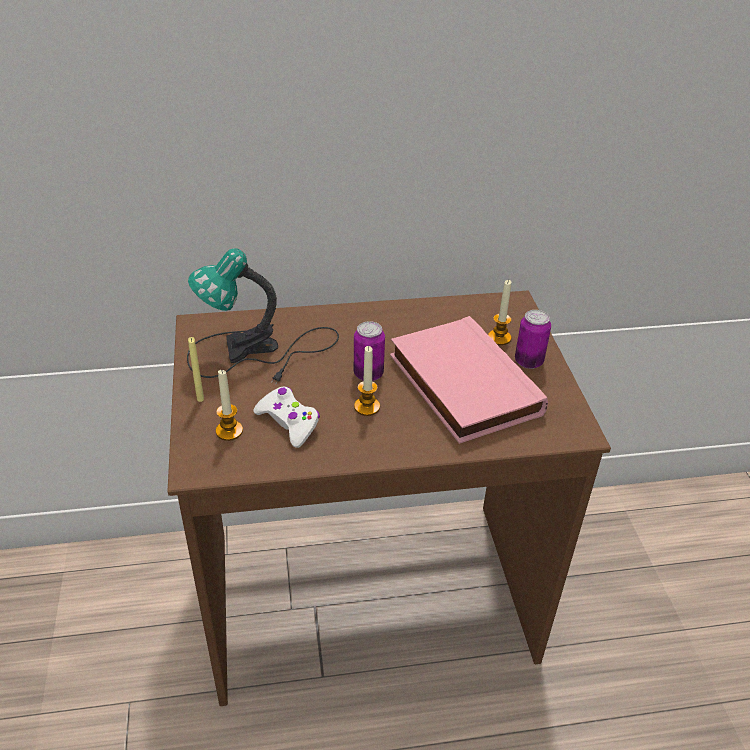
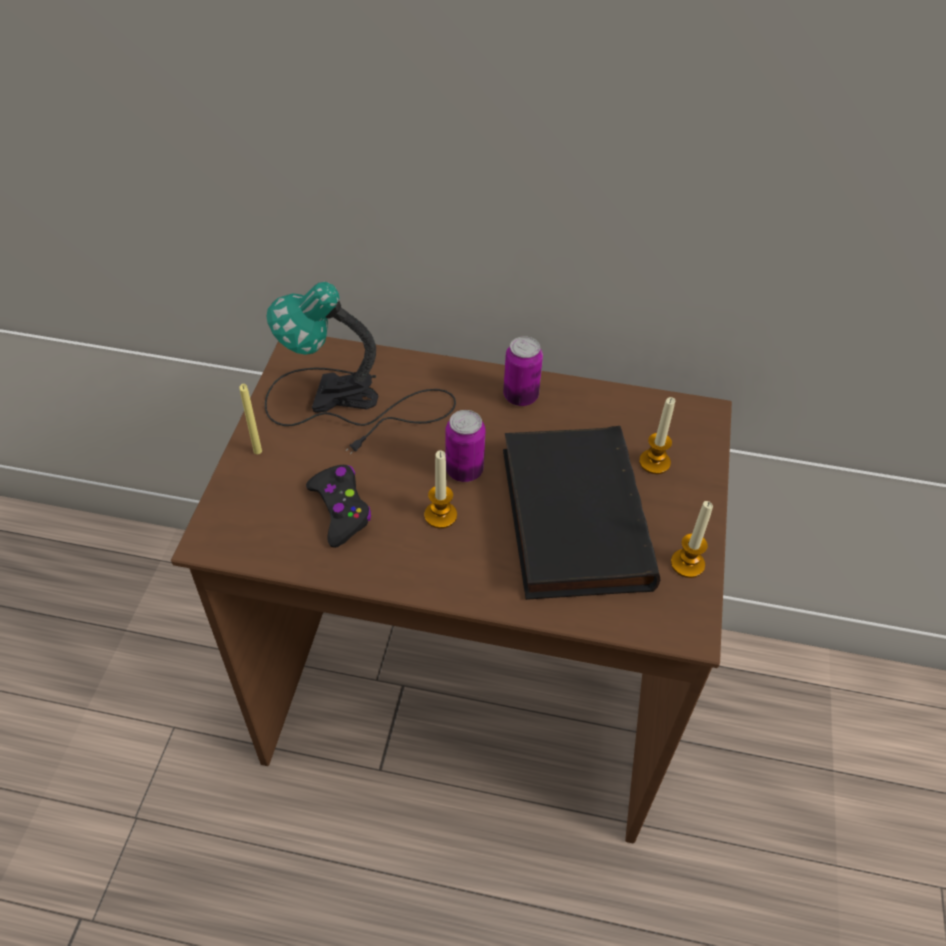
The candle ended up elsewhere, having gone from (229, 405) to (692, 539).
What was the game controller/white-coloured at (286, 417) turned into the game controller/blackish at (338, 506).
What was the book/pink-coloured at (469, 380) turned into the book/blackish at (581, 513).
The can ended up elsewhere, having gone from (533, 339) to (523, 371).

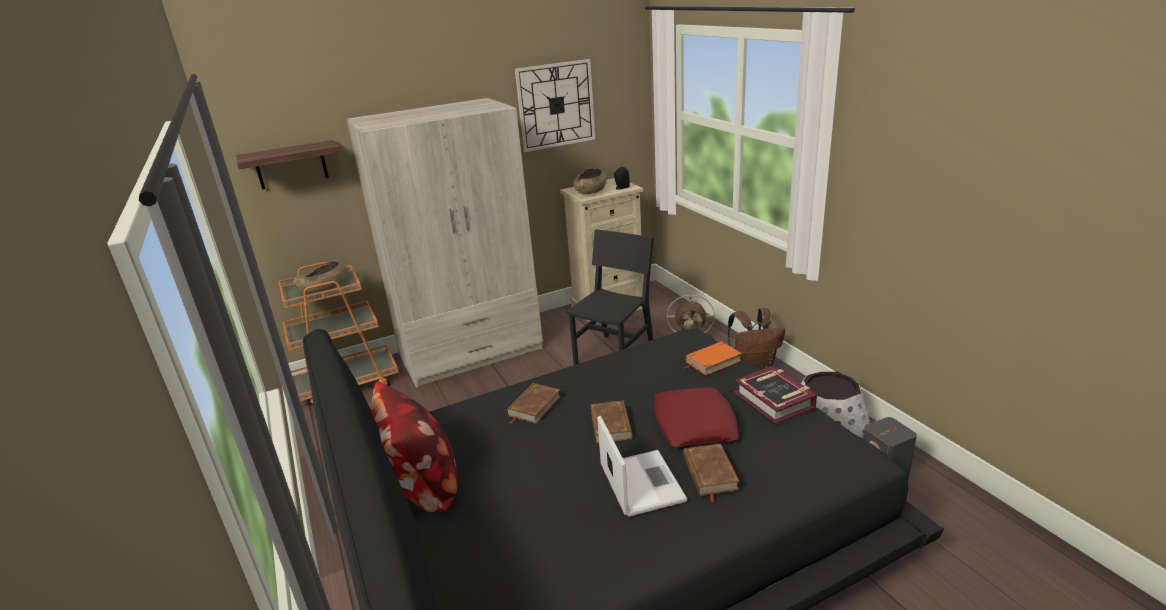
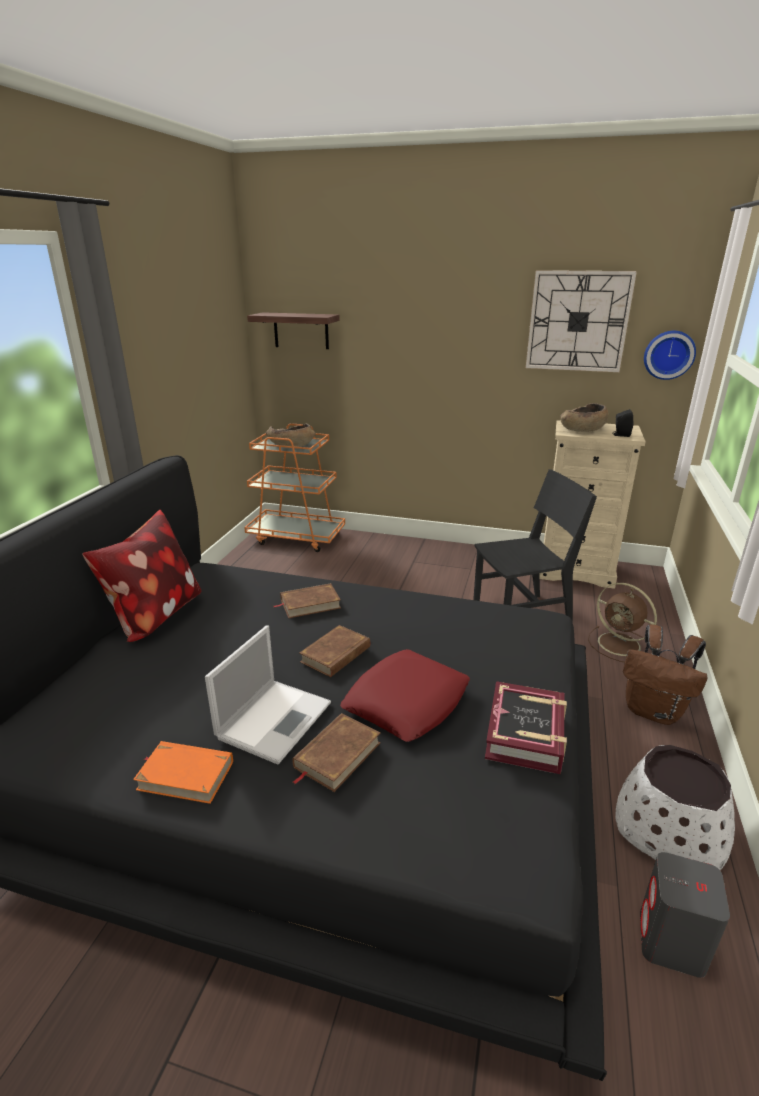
The second view lost the clothes cupboard/sand-coloured at (445, 243).
The book/orangey ended up elsewhere, having gone from (712, 358) to (183, 772).
The second view gained the wall clock at (670, 355).

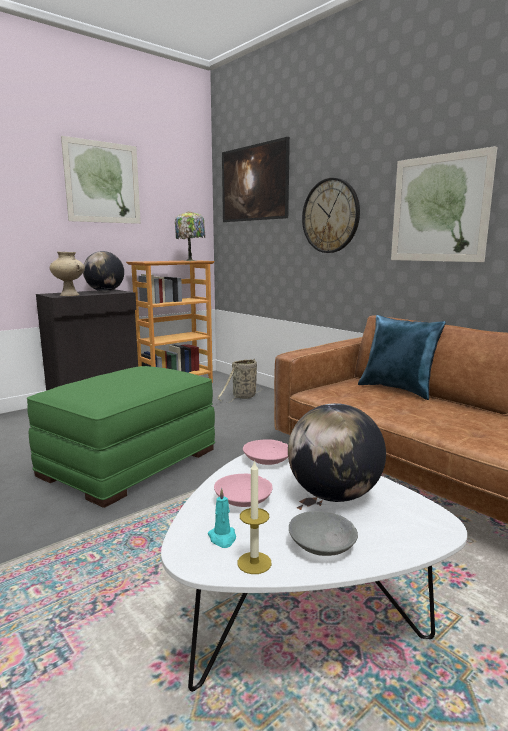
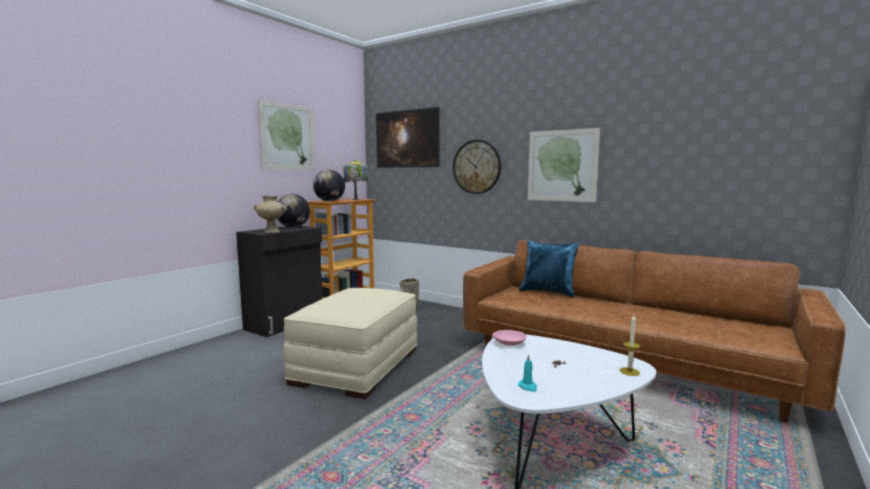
What was the pouffe/green-coloured at (121, 437) turned into the pouffe/sand-coloured at (350, 343).
The second view lost the deep dish/pink-coloured at (243, 490).
The candle ended up elsewhere, having gone from (255, 517) to (630, 345).
The globe ended up elsewhere, having gone from (337, 452) to (329, 185).
The second view lost the deep dish/grey at (323, 533).

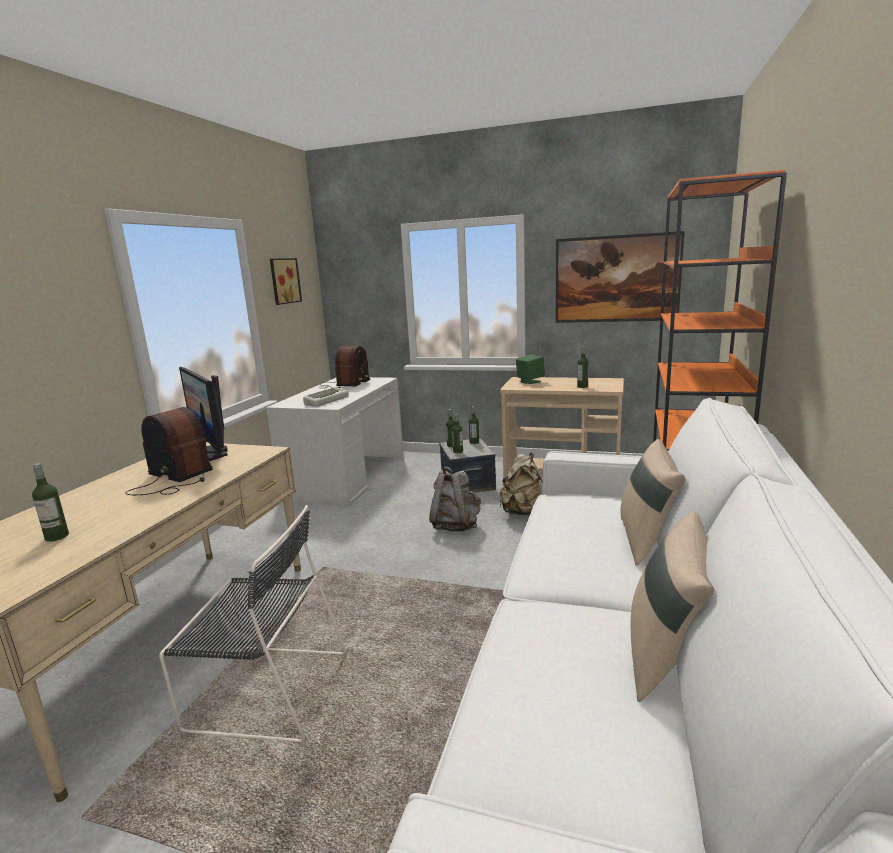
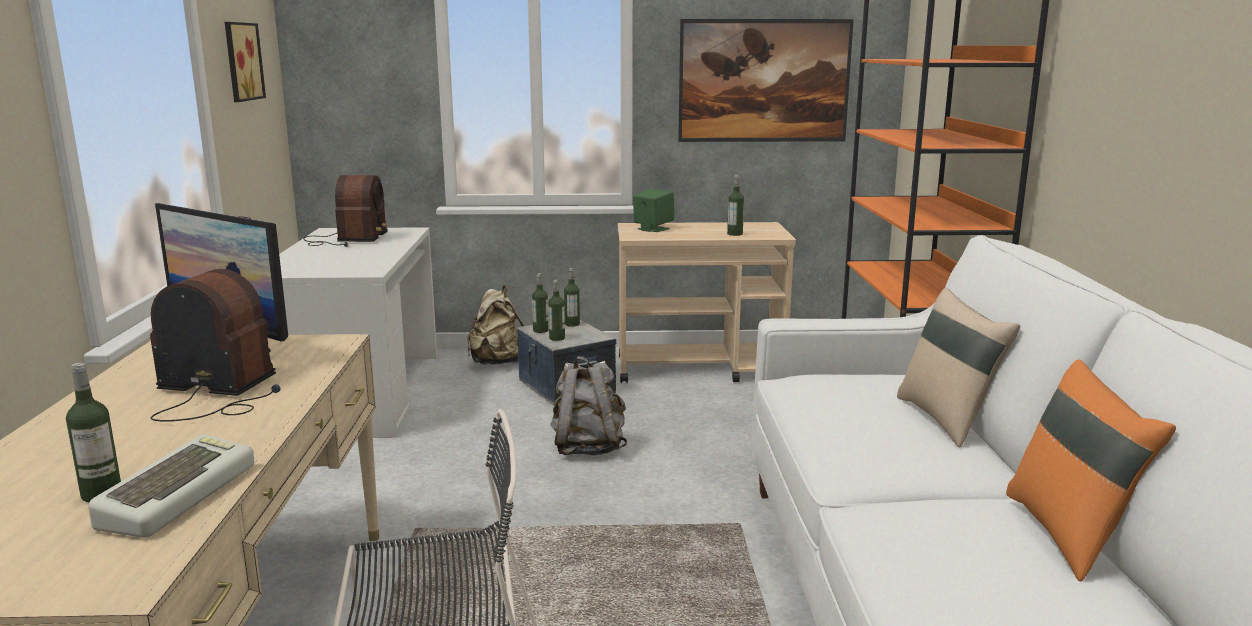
The keyboard ended up elsewhere, having gone from (326, 397) to (171, 486).
The knapsack/sand-coloured ended up elsewhere, having gone from (521, 484) to (495, 325).
What was the cushion/sand-coloured at (673, 607) turned into the cushion/orangey at (1091, 470).

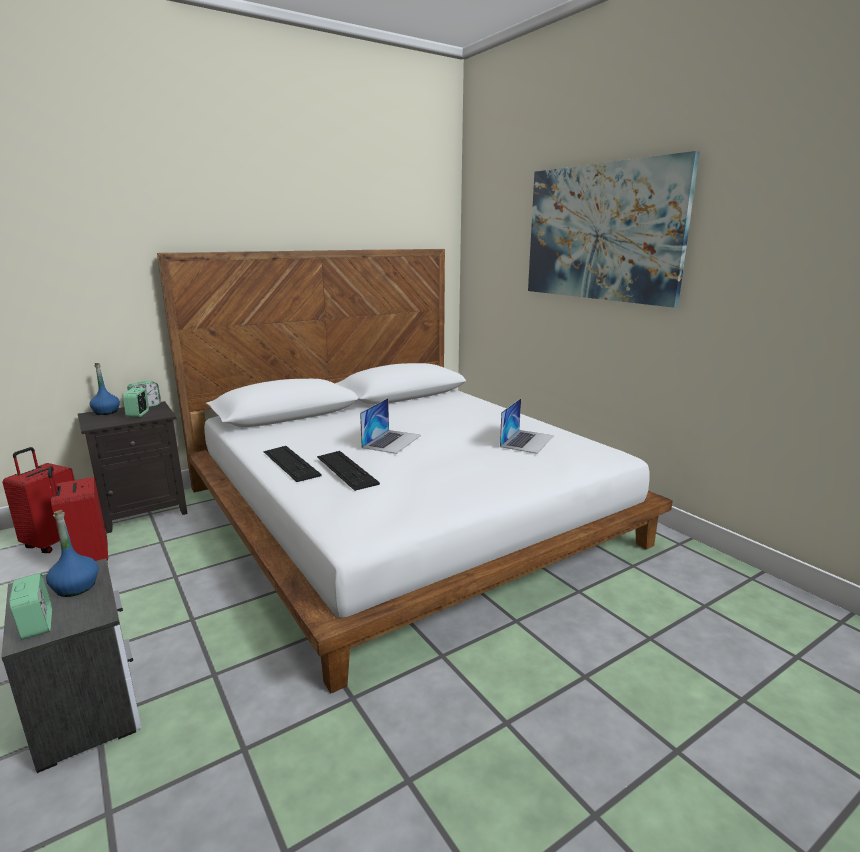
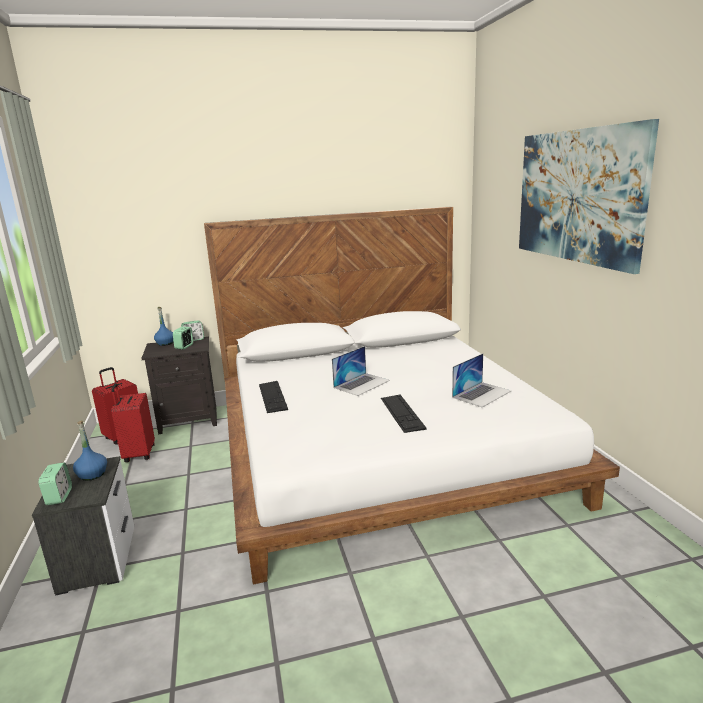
The keyboard ended up elsewhere, having gone from (348, 471) to (404, 414).

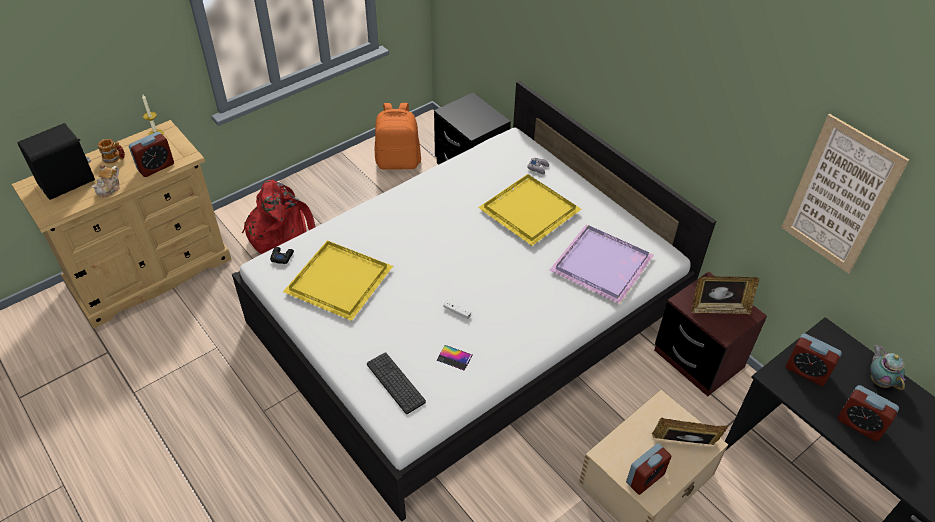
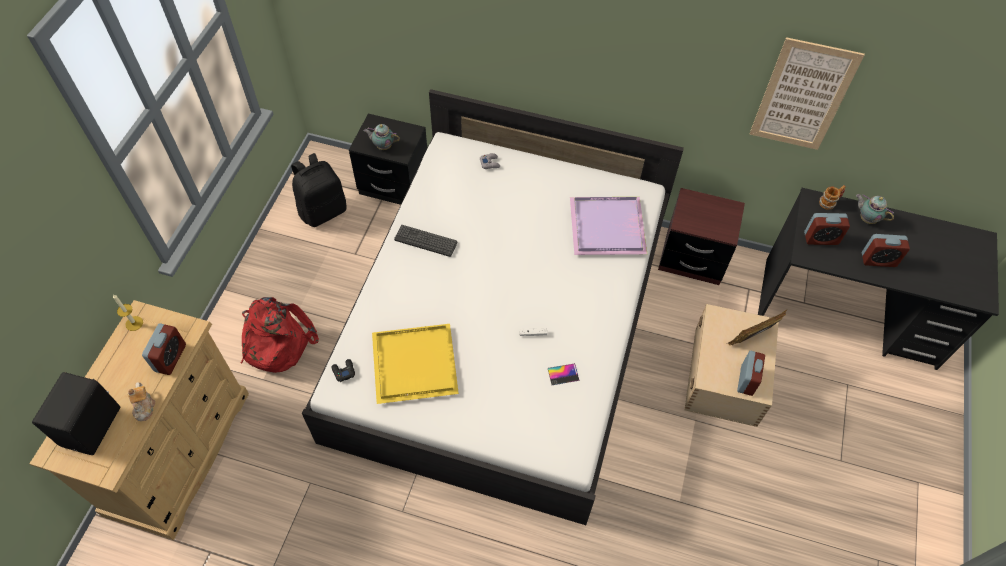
The mug ended up elsewhere, having gone from (111, 151) to (832, 197).
The keyboard ended up elsewhere, having gone from (396, 383) to (425, 241).
What was the knapsack/orangey at (398, 136) turned into the knapsack/blackish at (319, 190).
The second view lost the carrying tray/yellow at (529, 210).
The second view lost the photo frame at (725, 295).
The second view gained the teapot at (382, 137).

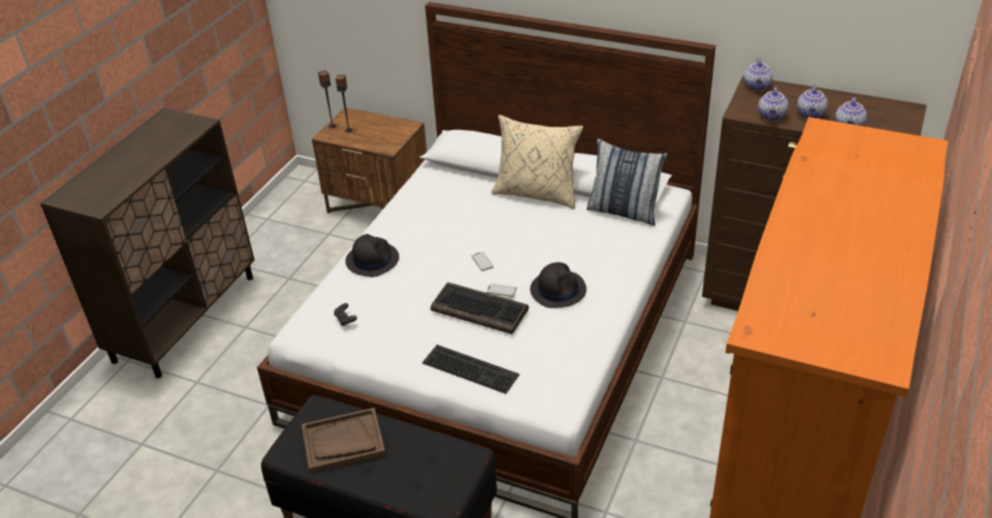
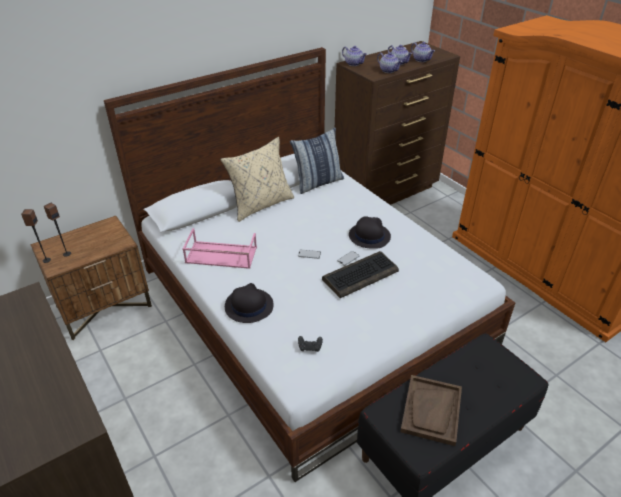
The second view lost the keyboard at (471, 369).
The second view gained the carrying tray/pink-coloured at (219, 248).

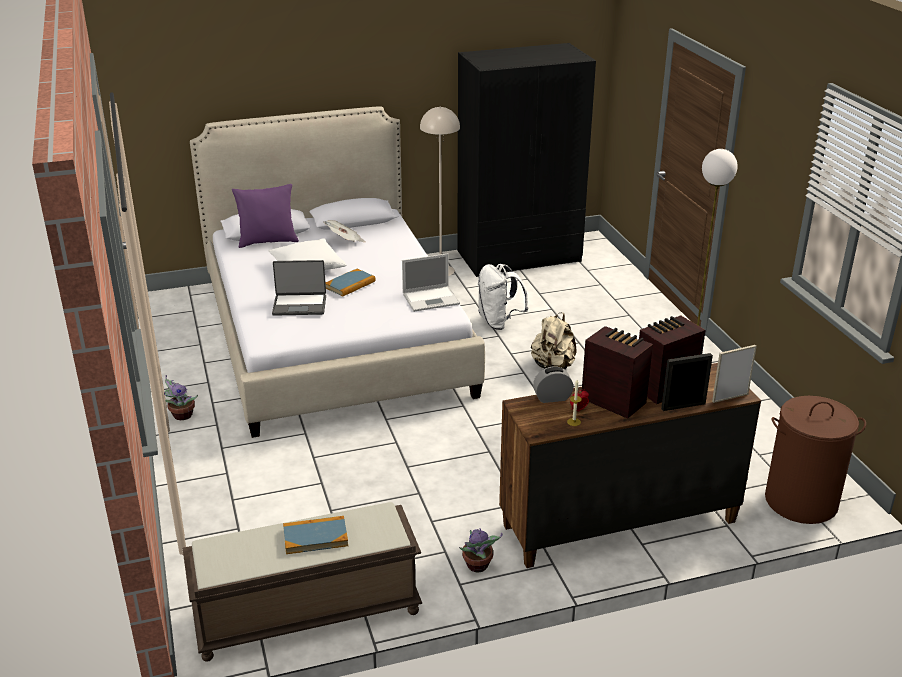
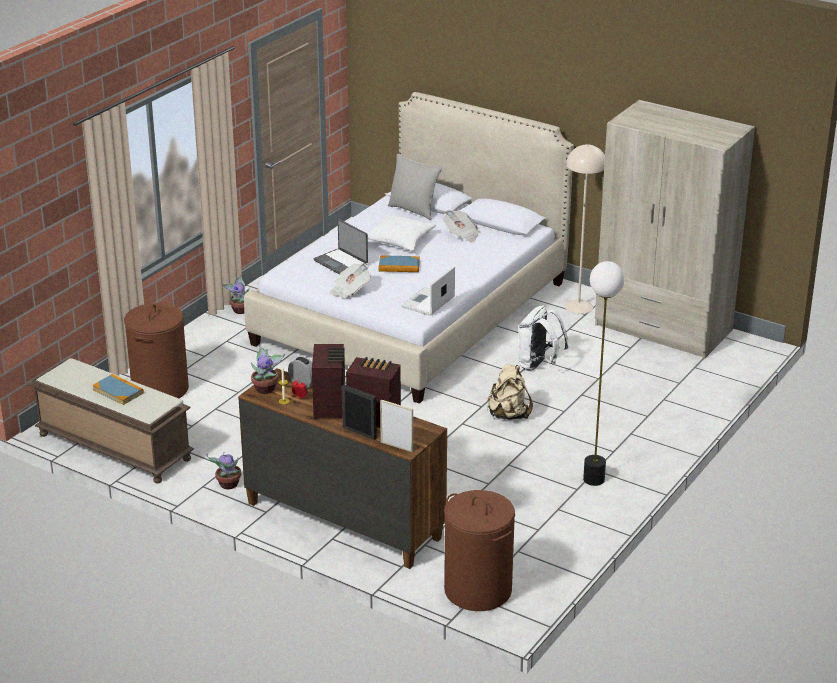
What was the cushion/purple at (265, 216) turned into the cushion/grey at (415, 187).
The portable computer at (431, 282) ended up facing another way, 90 degrees clockwise from before.
What was the clothes cupboard/blackish at (526, 160) turned into the clothes cupboard/sand-coloured at (675, 229).
The second view gained the hamper/brown-coloured at (156, 350).
The second view gained the plant in a pot at (268, 369).
The second view gained the daily paper at (350, 280).

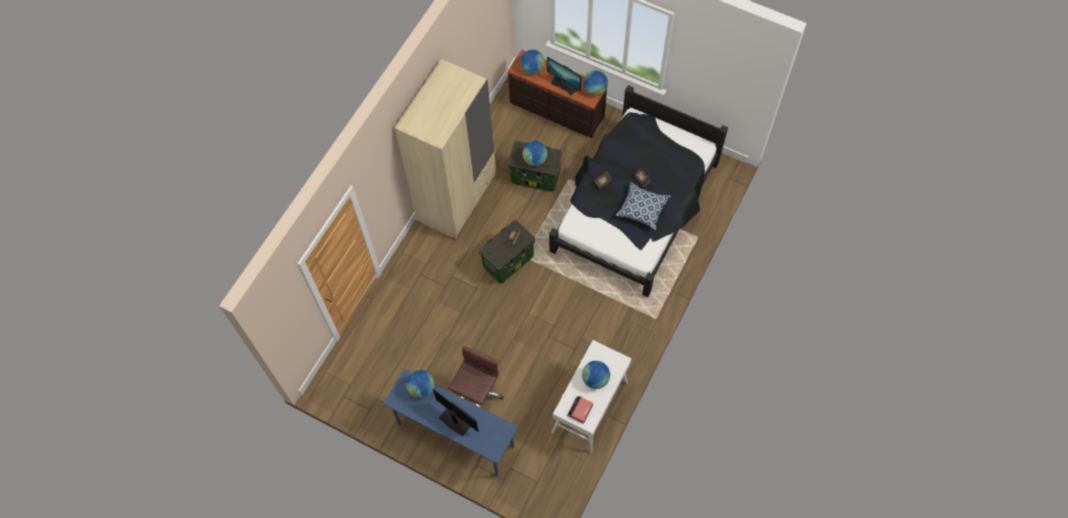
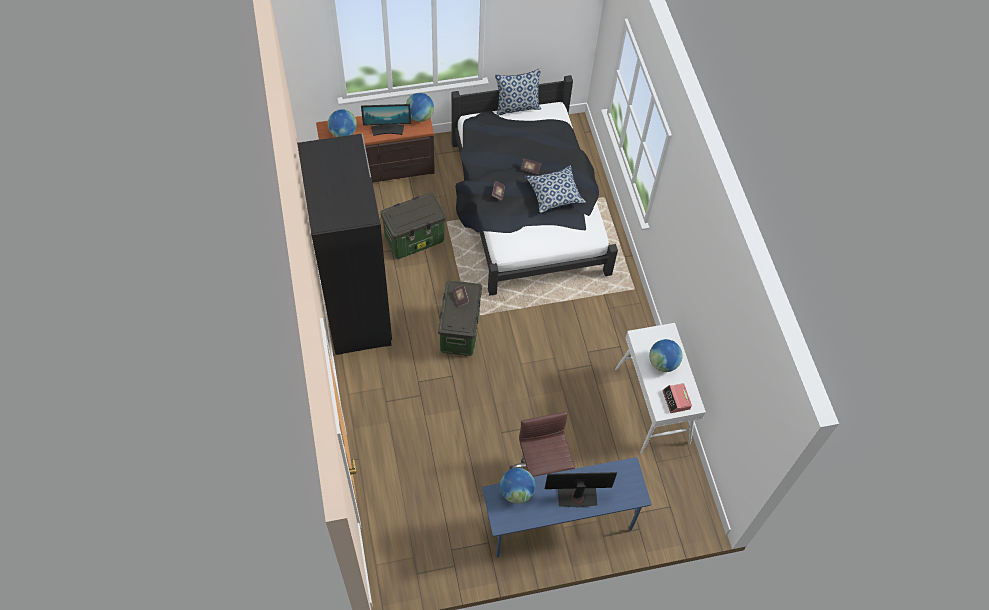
What was the clothes cupboard/sand-coloured at (445, 149) turned into the clothes cupboard/blackish at (344, 244).
The second view lost the globe at (534, 153).
The second view gained the cushion at (518, 92).

